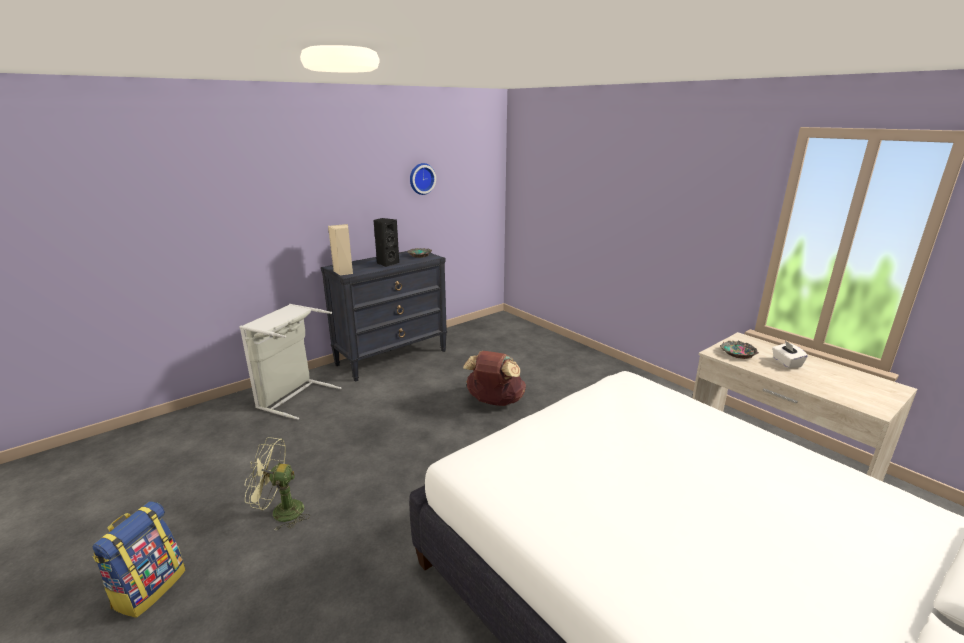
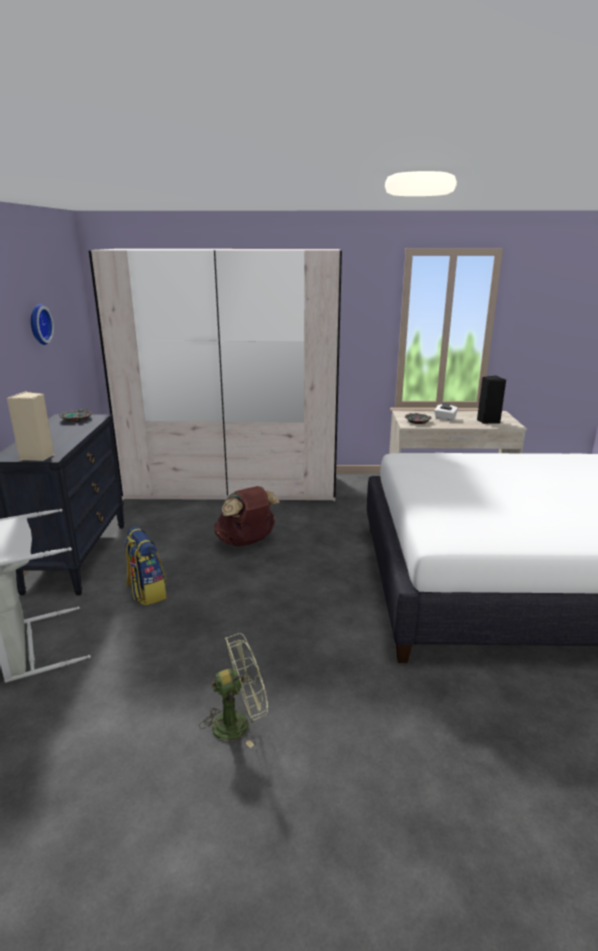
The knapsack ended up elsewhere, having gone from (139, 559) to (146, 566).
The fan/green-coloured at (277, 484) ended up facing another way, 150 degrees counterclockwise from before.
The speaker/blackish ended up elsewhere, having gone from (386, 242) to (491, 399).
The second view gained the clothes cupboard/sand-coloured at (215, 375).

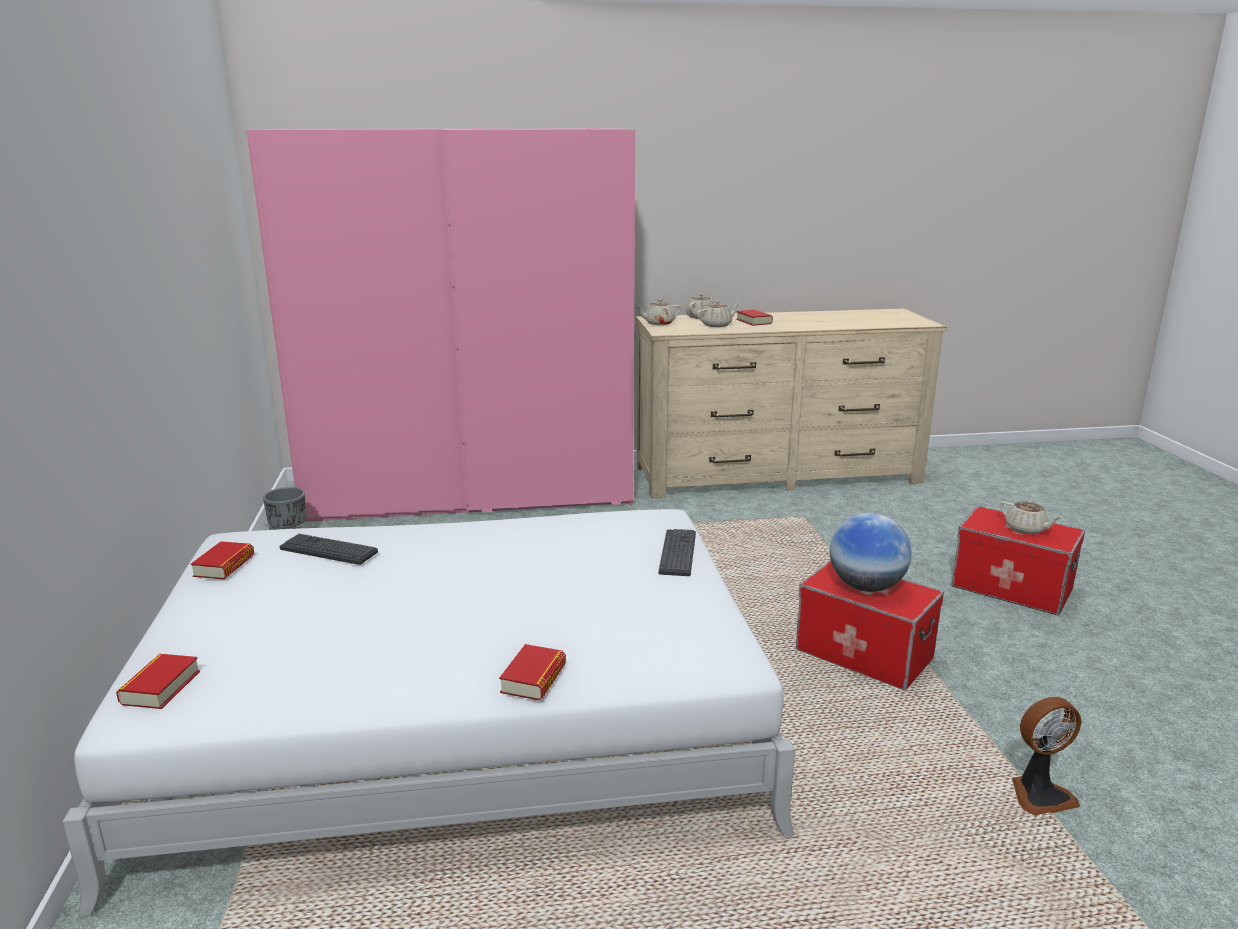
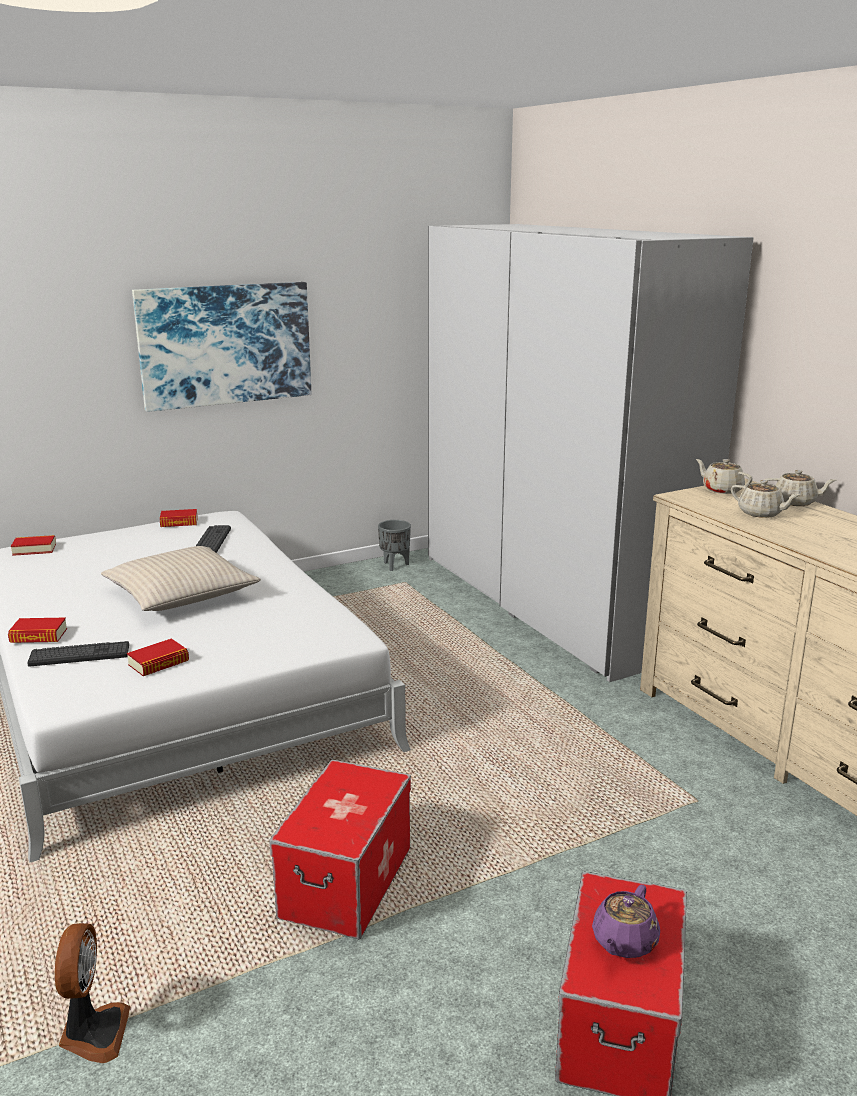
What was the clothes cupboard/pink-coloured at (440, 325) turned into the clothes cupboard/white-coloured at (590, 453).
The keyboard ended up elsewhere, having gone from (677, 552) to (78, 654).
The book ended up elsewhere, having gone from (754, 317) to (158, 657).
The second view lost the globe at (870, 552).
What was the teapot/sand-coloured at (1031, 517) turned into the teapot/purple at (626, 921).
The fan at (1046, 756) ended up facing another way, 150 degrees counterclockwise from before.
The second view gained the cushion/sand-coloured at (181, 578).
The second view gained the wall art at (221, 347).

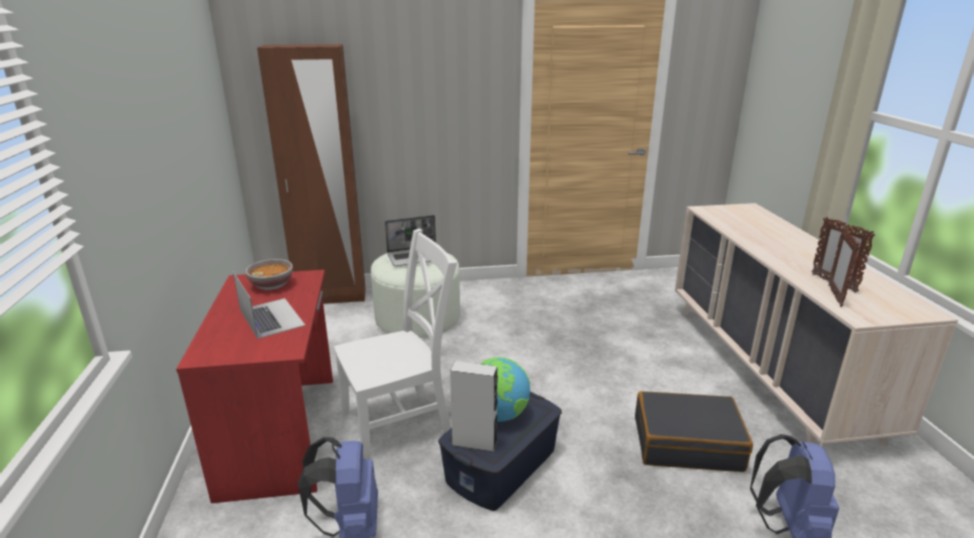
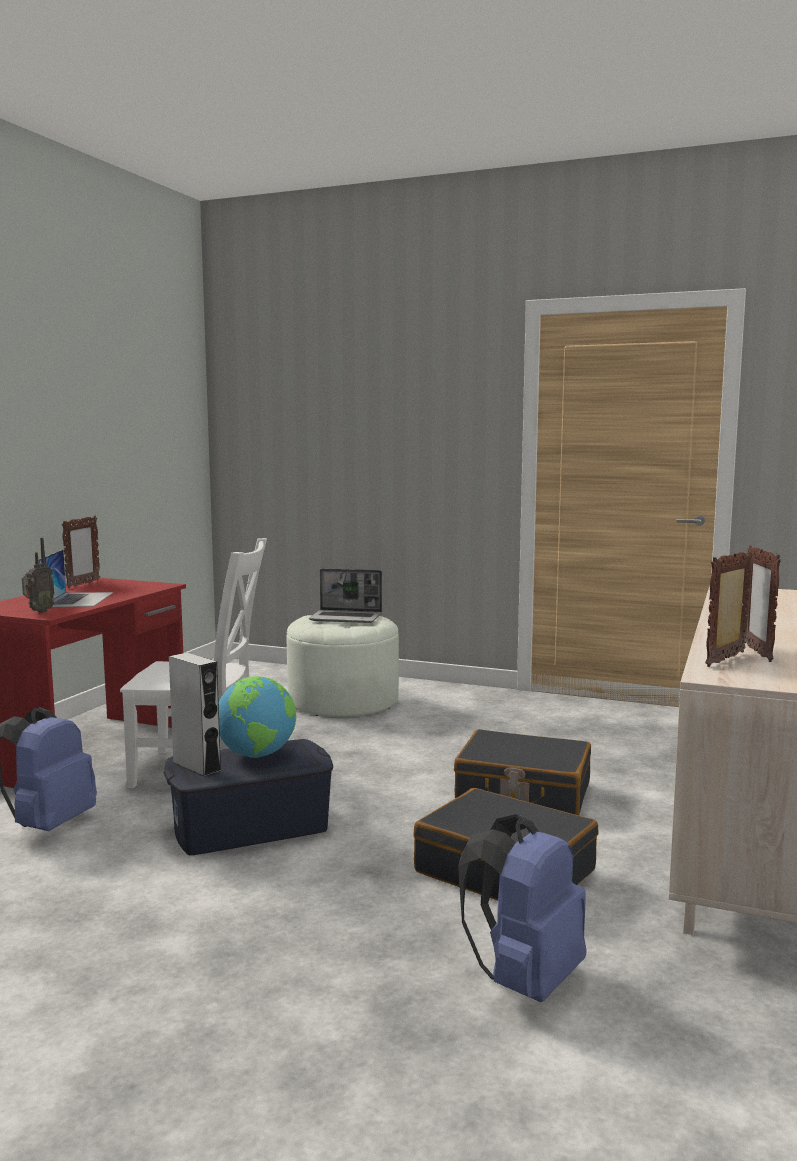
The second view lost the deep dish at (269, 274).
The second view lost the clothes cupboard/brown-coloured at (311, 174).
The second view gained the radio set at (38, 575).
The second view gained the photo frame at (81, 552).
The second view gained the piece of luggage/blackish at (522, 772).

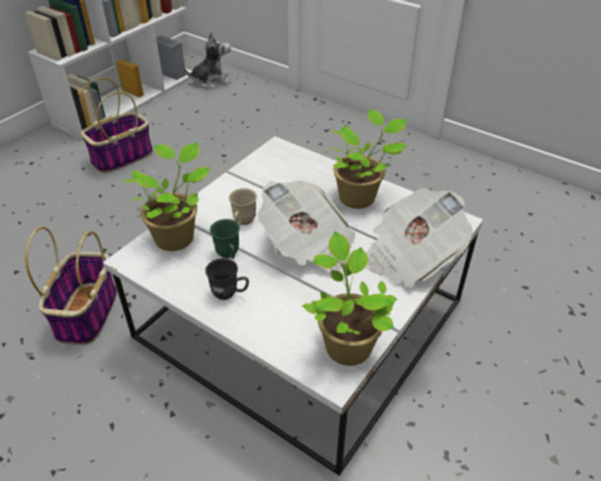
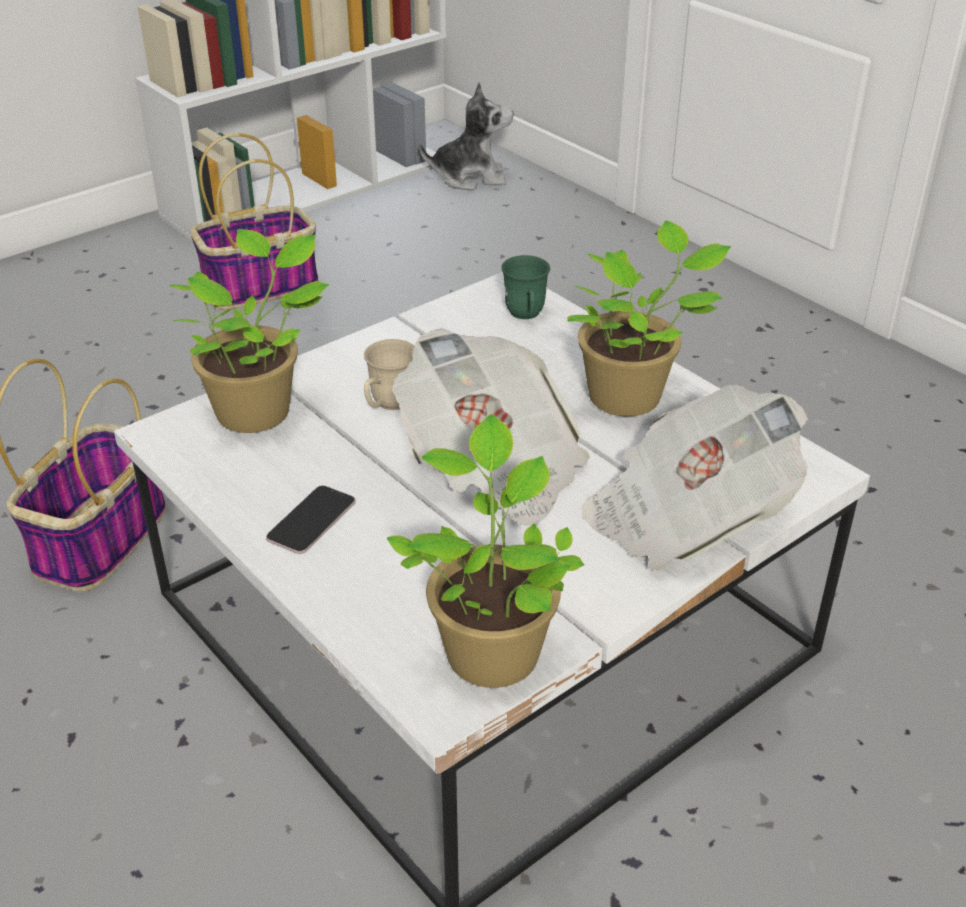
Where the mug/grey stood at (227, 279), the handset came to stand at (311, 519).
The mug/green-coloured ended up elsewhere, having gone from (225, 239) to (525, 287).

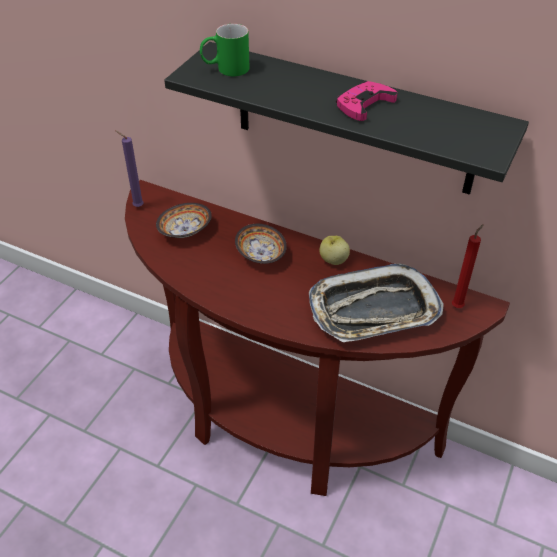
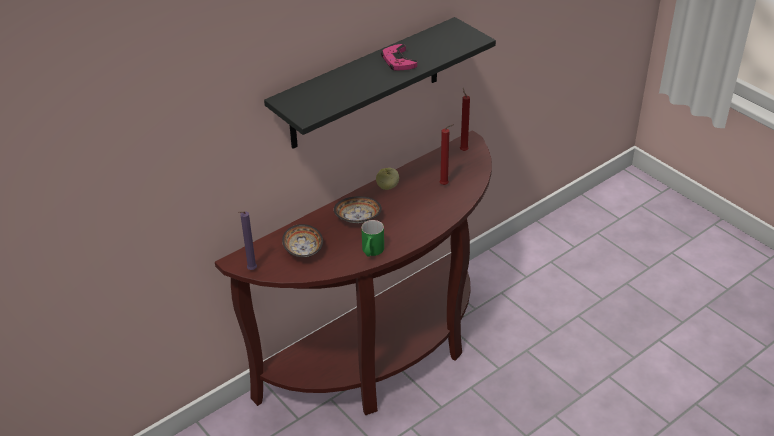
The mug/green-coloured ended up elsewhere, having gone from (225, 50) to (372, 238).
Where the carrying tray stood at (376, 303), the candle/red came to stand at (446, 154).

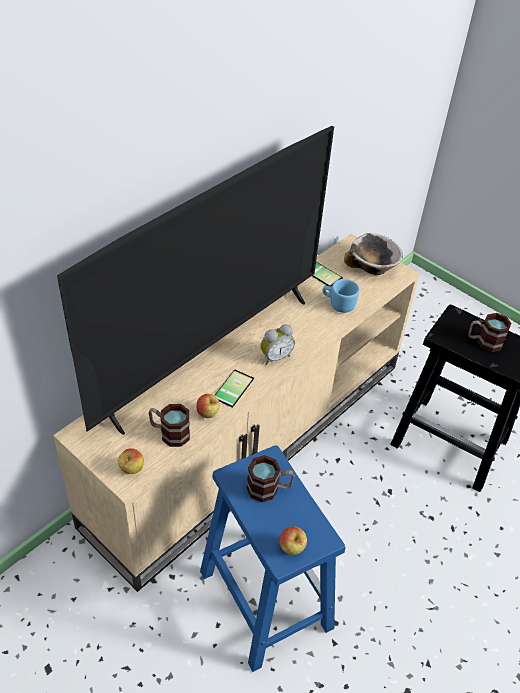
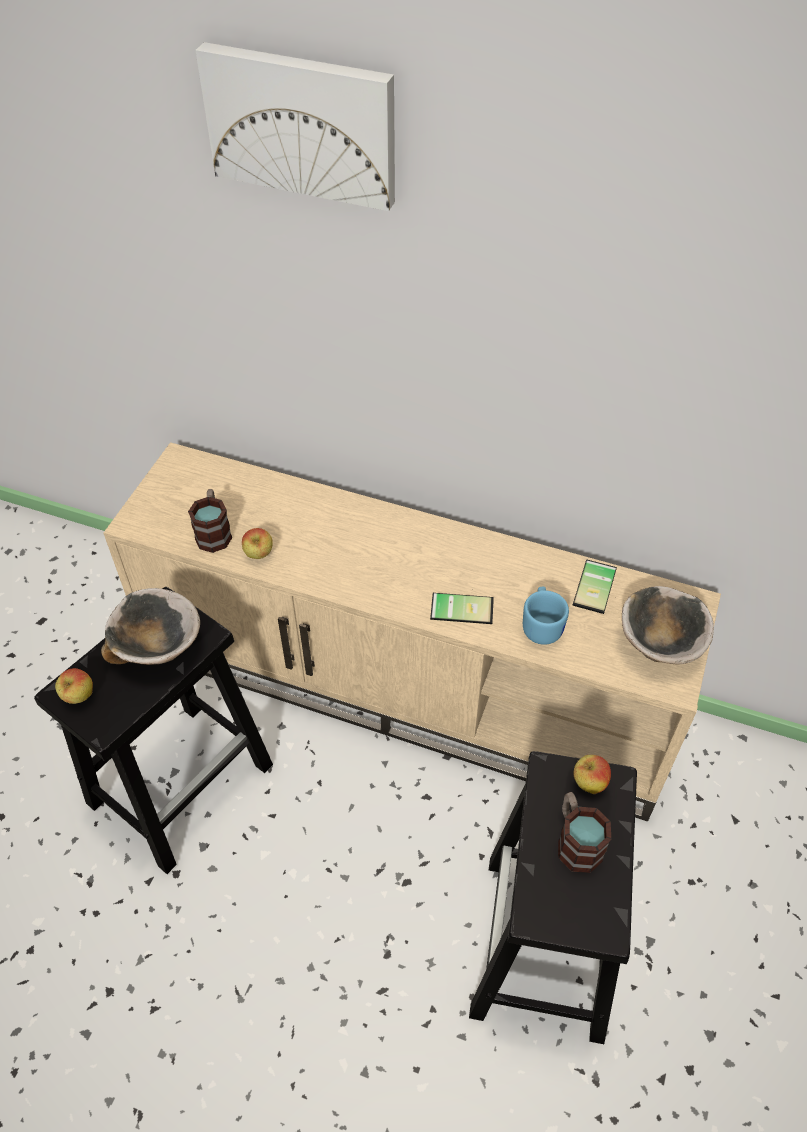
The second view lost the TV at (195, 280).
The apple fruit ended up elsewhere, having gone from (131, 461) to (592, 774).
What was the sitting stool/blue at (272, 558) turned into the sitting stool/blackish at (153, 730).
The handset ended up elsewhere, having gone from (234, 388) to (462, 608).
Where the mug stood at (271, 478), the deep dish came to stand at (150, 626).
The second view lost the table clock at (277, 344).
The second view gained the wall art at (295, 126).

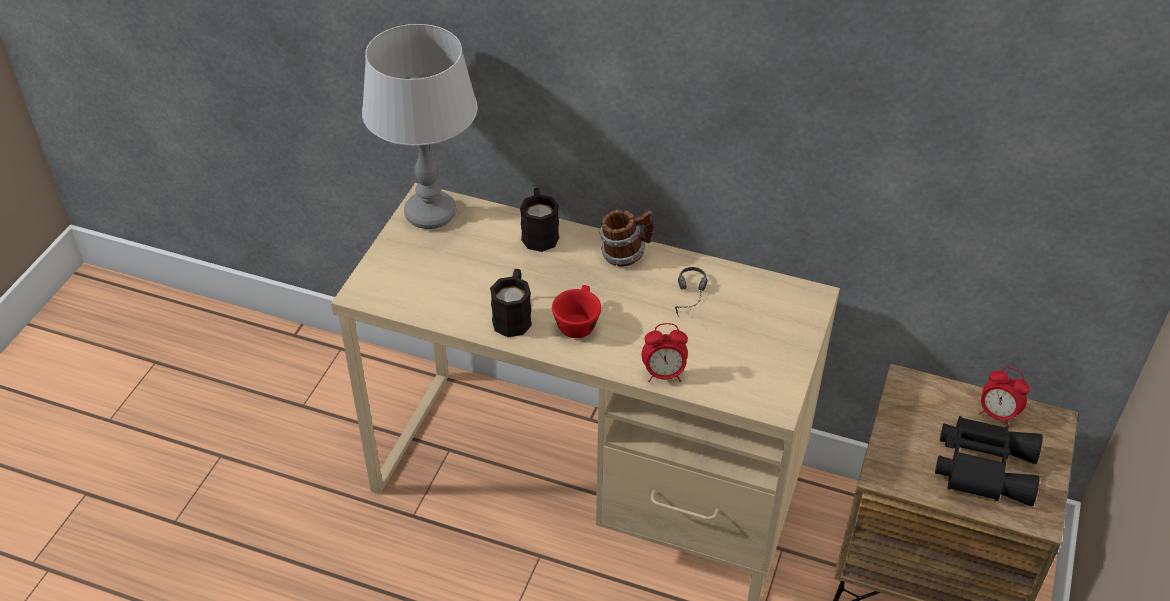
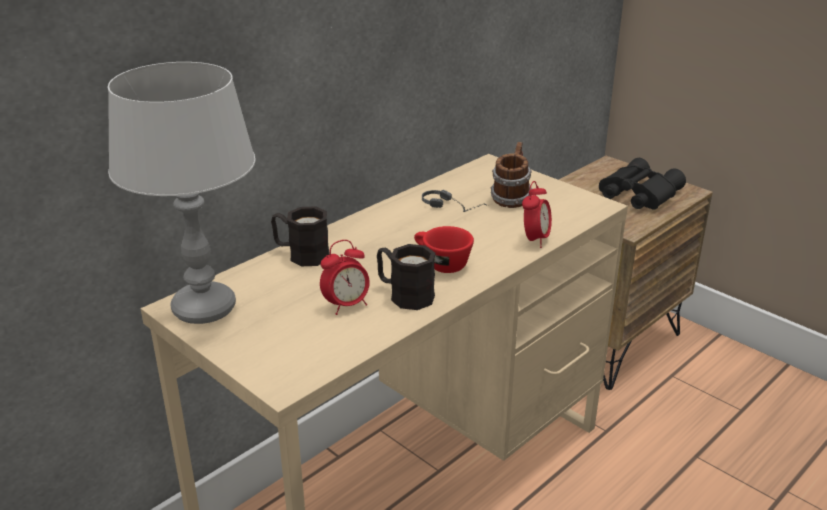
The mug ended up elsewhere, having gone from (626, 238) to (511, 175).
The table clock ended up elsewhere, having gone from (1004, 397) to (345, 277).

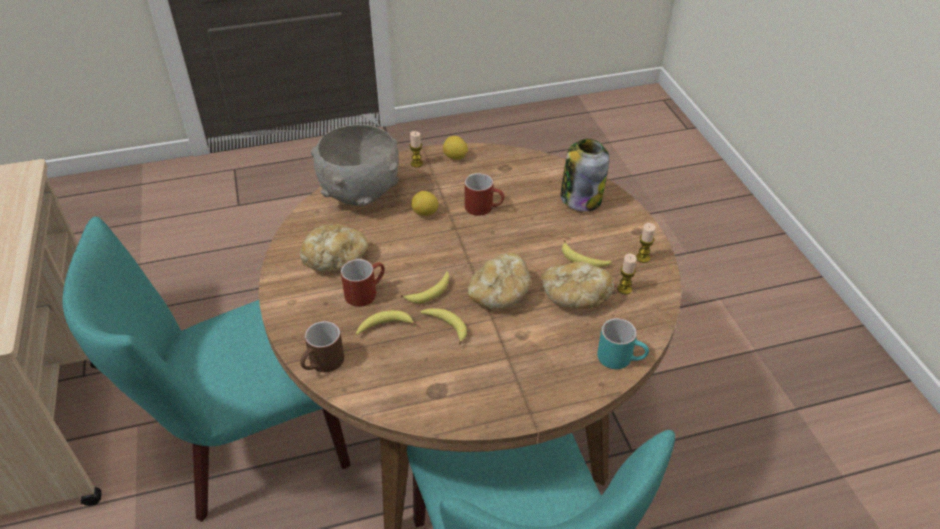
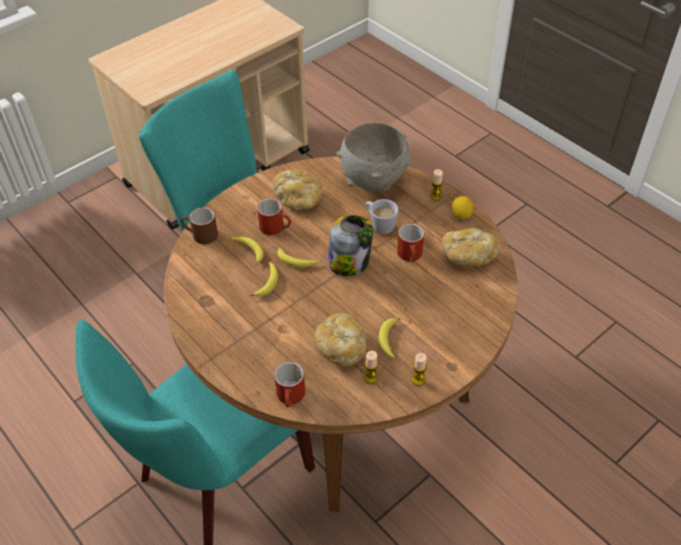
Where the whole lemon stood at (425, 203), the mug/white-coloured came to stand at (382, 216).
The bread ended up elsewhere, having gone from (499, 280) to (470, 247).
The storage jar ended up elsewhere, having gone from (585, 175) to (350, 245).
What was the mug/turquoise-coloured at (623, 343) turned into the mug/red at (289, 384).

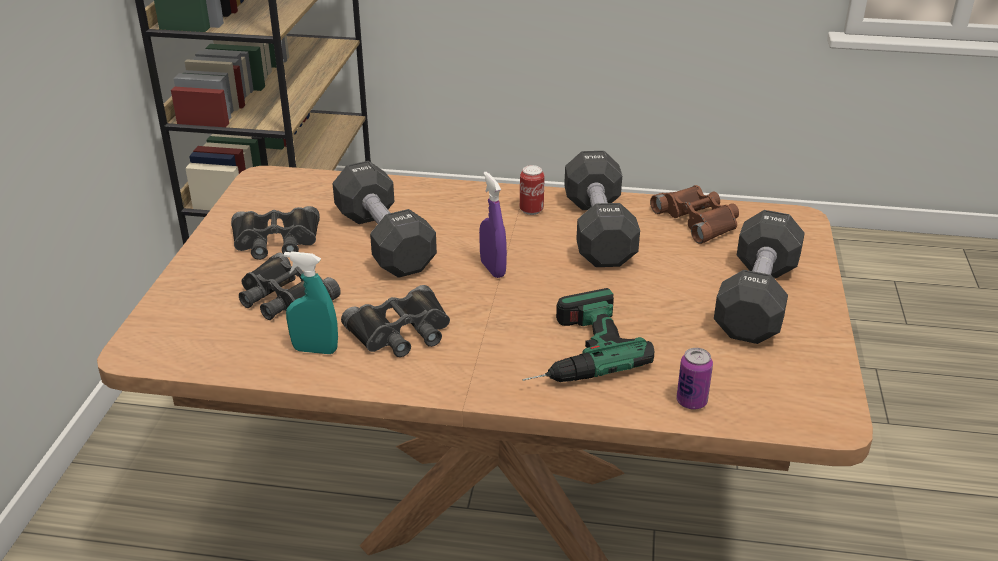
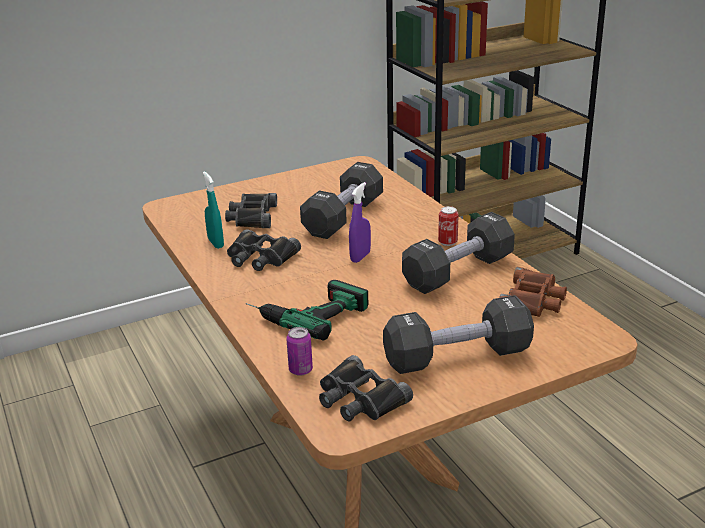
The field glasses/blackish ended up elsewhere, having gone from (275, 233) to (366, 388).

